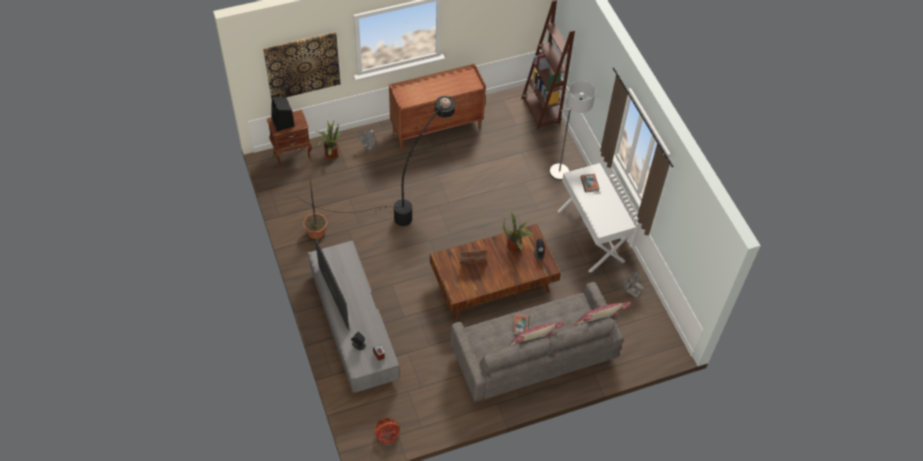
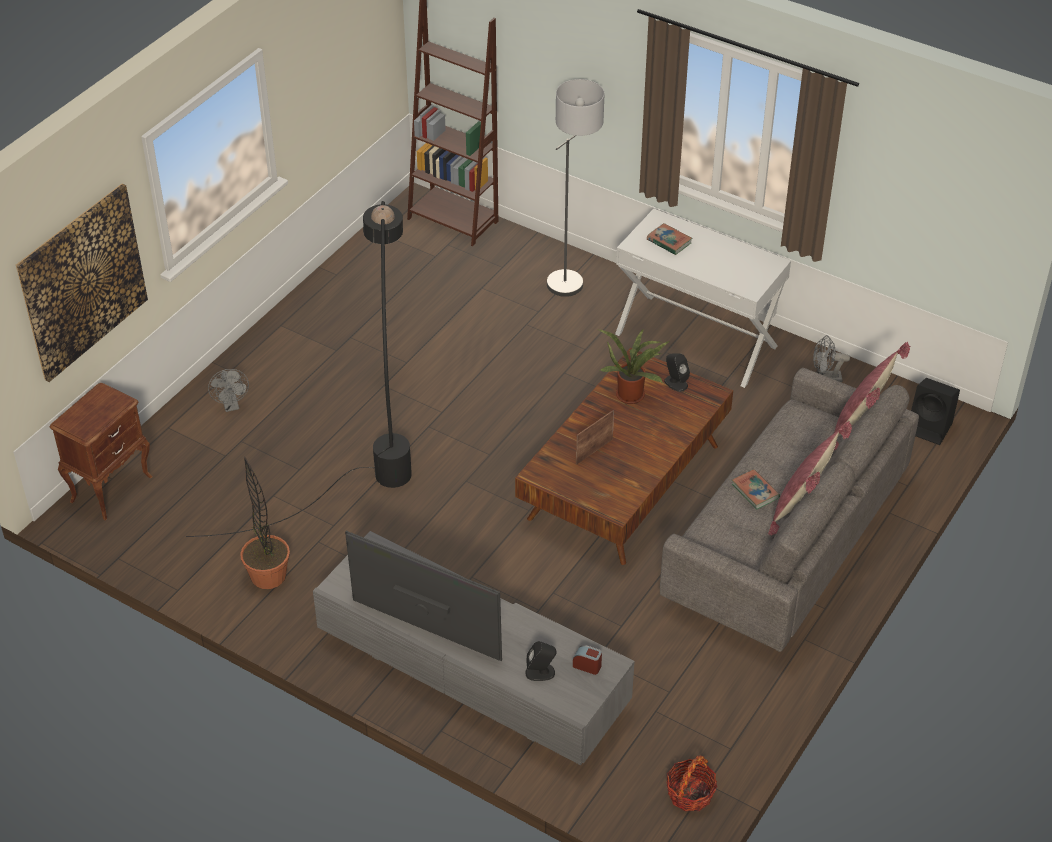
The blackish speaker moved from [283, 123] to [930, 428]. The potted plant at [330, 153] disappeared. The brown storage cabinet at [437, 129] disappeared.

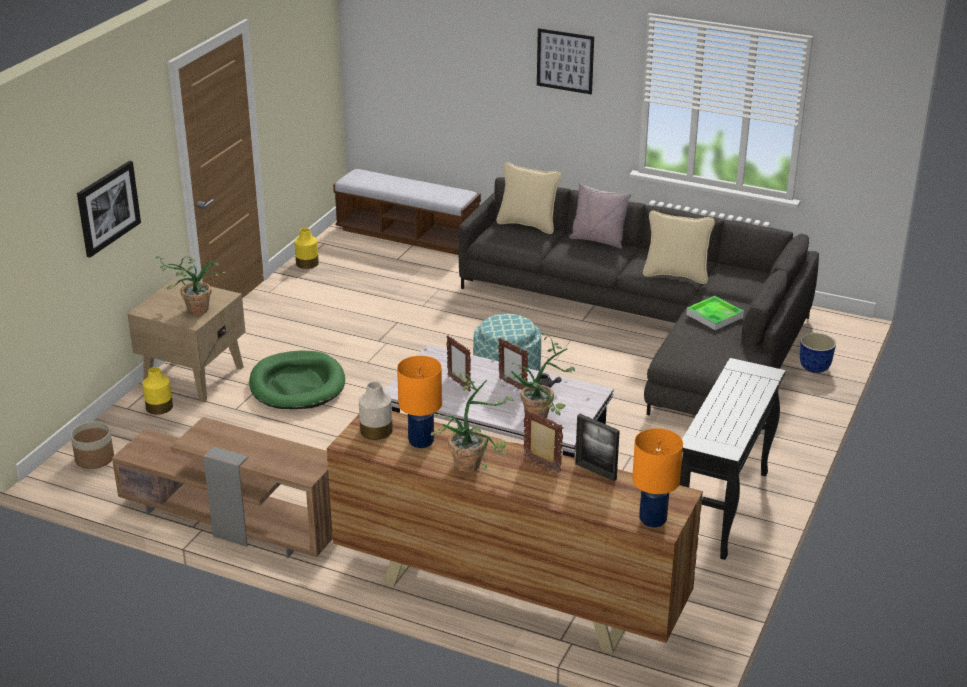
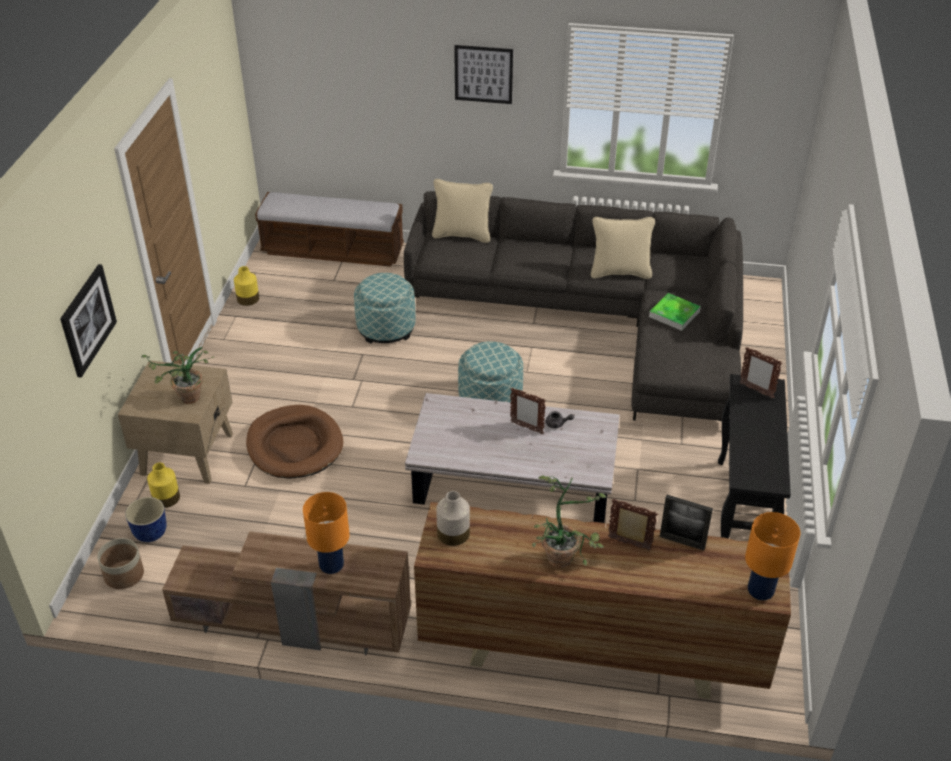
The green pet bed at [297, 385] became the brown pet bed at [295, 445]. The orange-coloured tabletop lamp moved from [421, 443] to [332, 567]. The picture frame moved from [459, 383] to [756, 390]. The potted plant at [543, 415] disappeared. The purple-coloured pillow at [598, 241] disappeared. The flower pot moved from [814, 368] to [150, 534]. The ottoman at [386, 328] appeared.

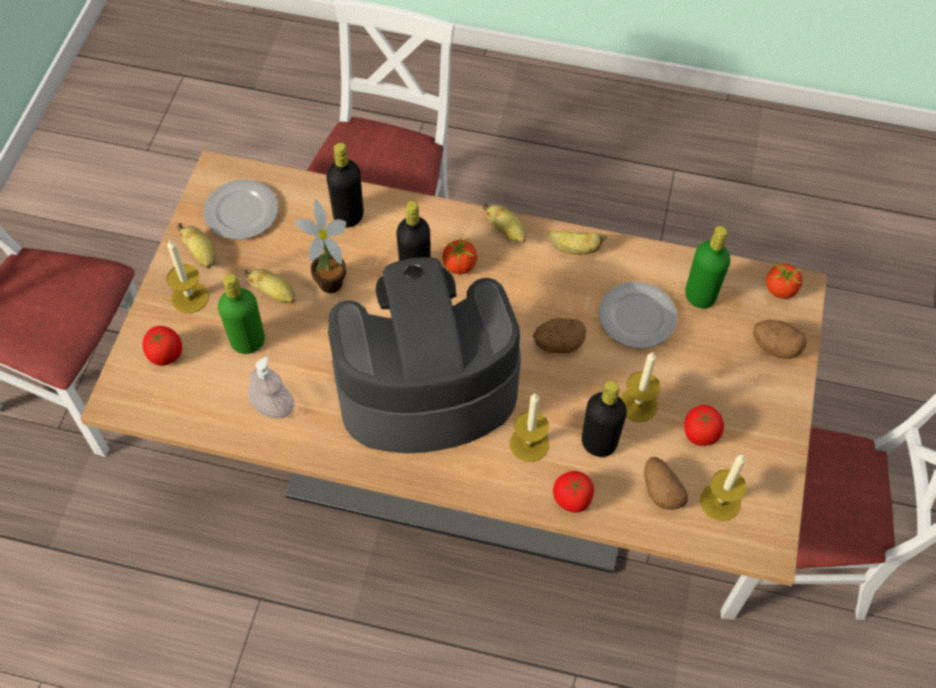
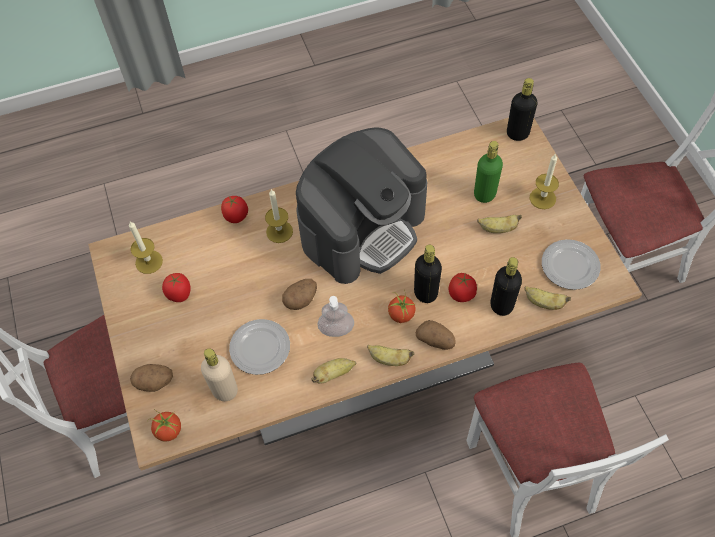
The whole tomato moved from [165, 354] to [461, 294]. The banana fruit moved from [201, 254] to [543, 303]. The soap bottle moved from [273, 407] to [336, 329]. The potted plant at [328, 287] disappeared. The blackish bottle moved from [598, 443] to [517, 133]. The candle at [638, 404] disappeared. The spud moved from [661, 490] to [435, 340]. The green bottle at [700, 296] became the beige bottle at [225, 390].

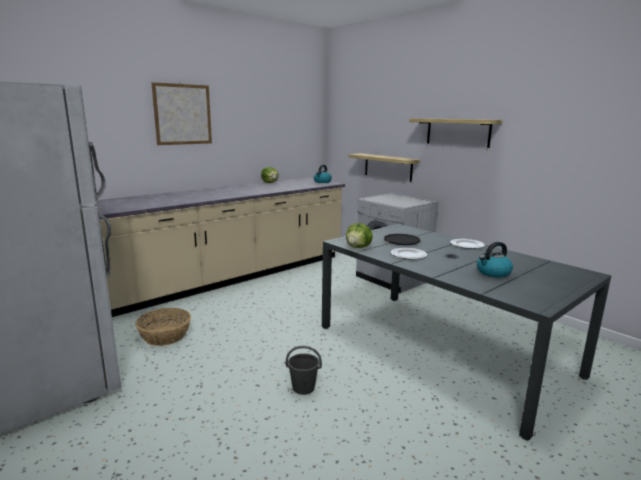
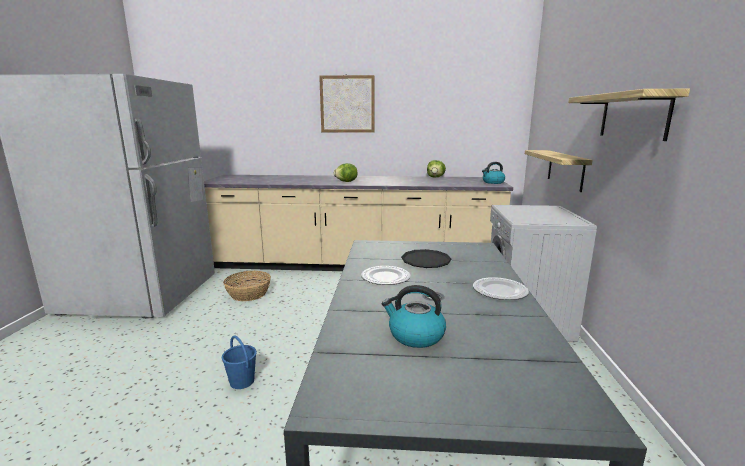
The gray water bucket at [303, 388] became the blue water bucket at [242, 381]. The head of lettuce moved from [358, 247] to [346, 182].

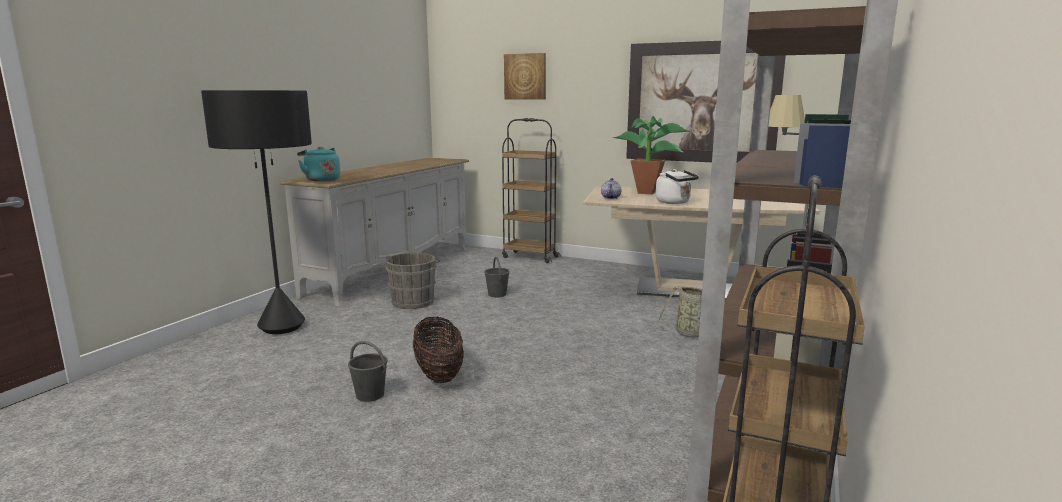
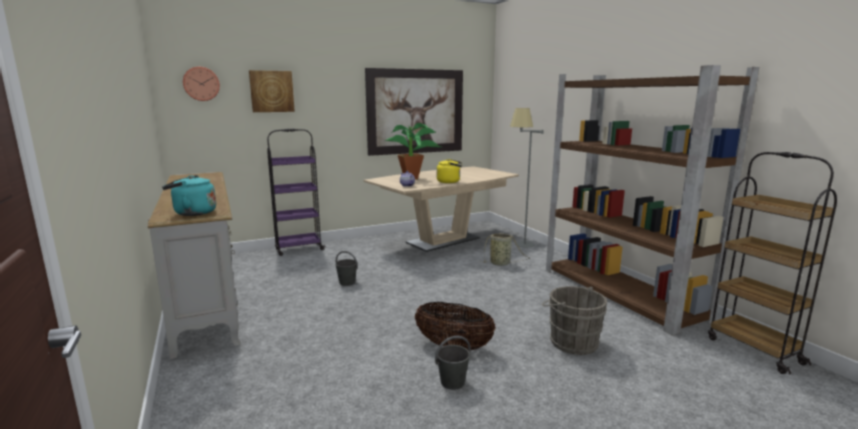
The blackish standard lamp at [282, 327] disappeared. The gray water bucket moved from [414, 301] to [571, 341]. The brown wheeled cart at [530, 257] became the purple-coloured wheeled cart at [299, 250]. The whitish tea kettle at [674, 202] became the yellow-coloured tea kettle at [450, 182]. The wall clock at [201, 84] appeared.

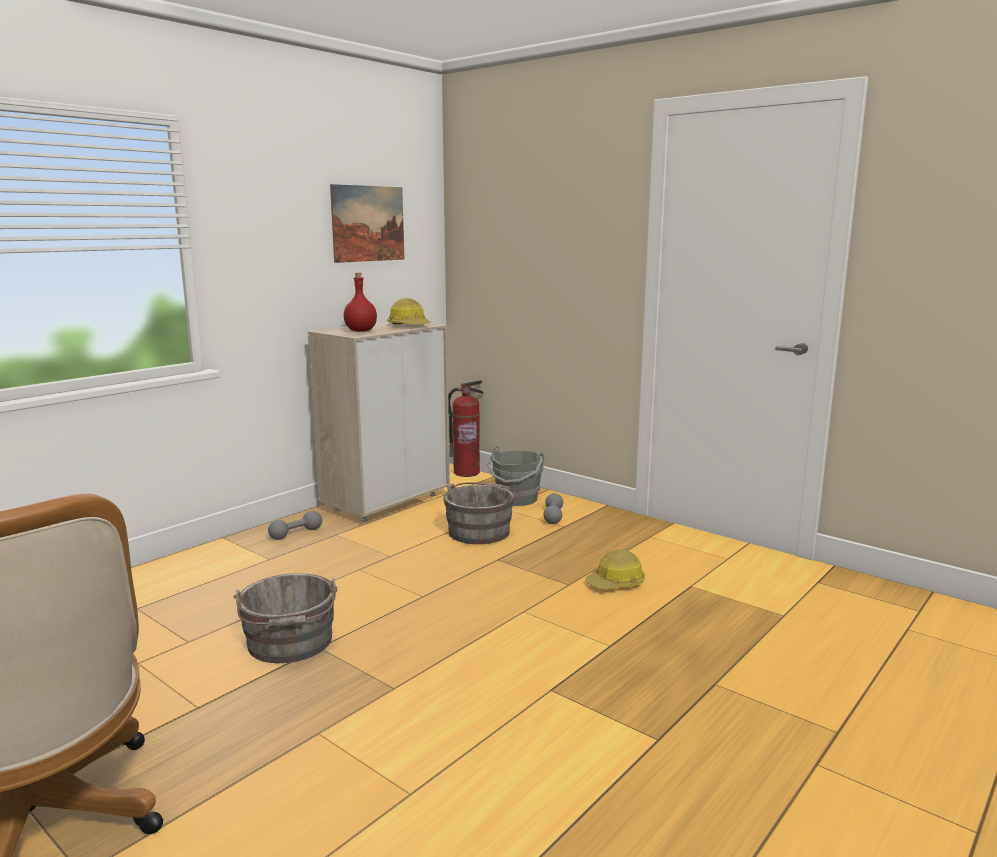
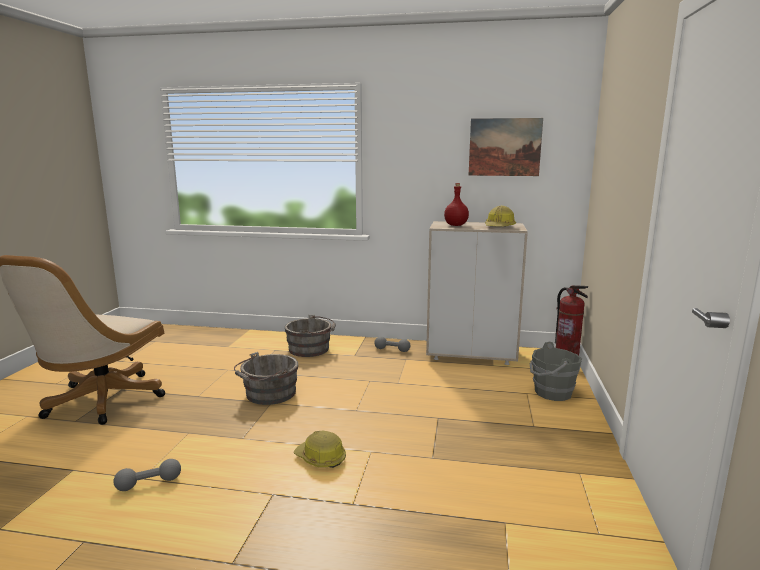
The gray water bucket moved from [481, 531] to [311, 349]. The gray free weight moved from [553, 516] to [149, 483]. The hard hat moved from [616, 583] to [321, 458].

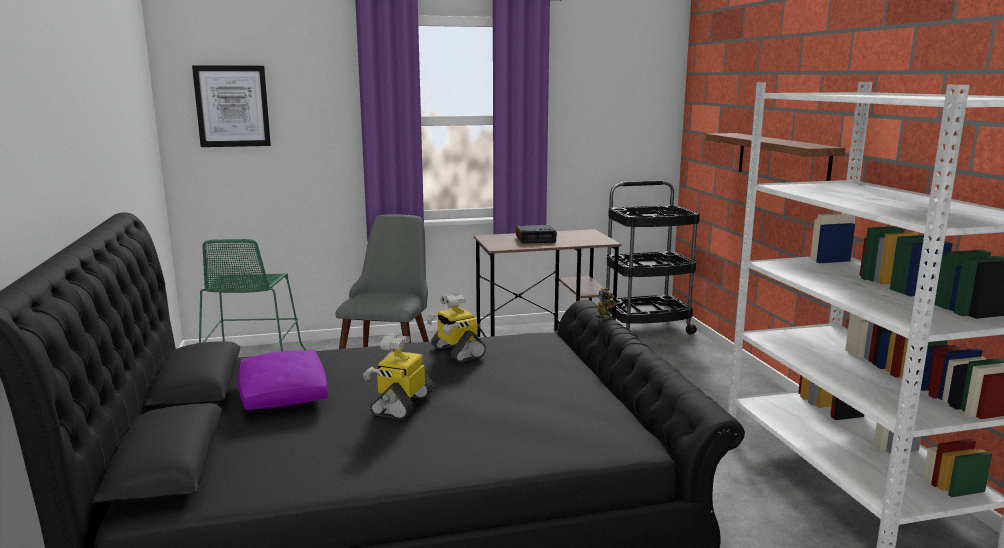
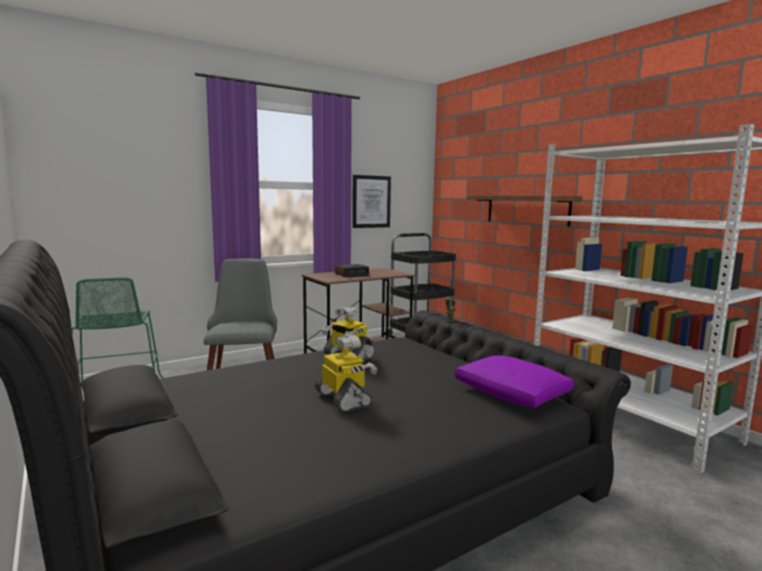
The wall art moved from [232, 106] to [371, 201]. The purple-coloured pillow moved from [284, 394] to [512, 394]. The toy robot at [401, 404] turned 150 degrees clockwise.

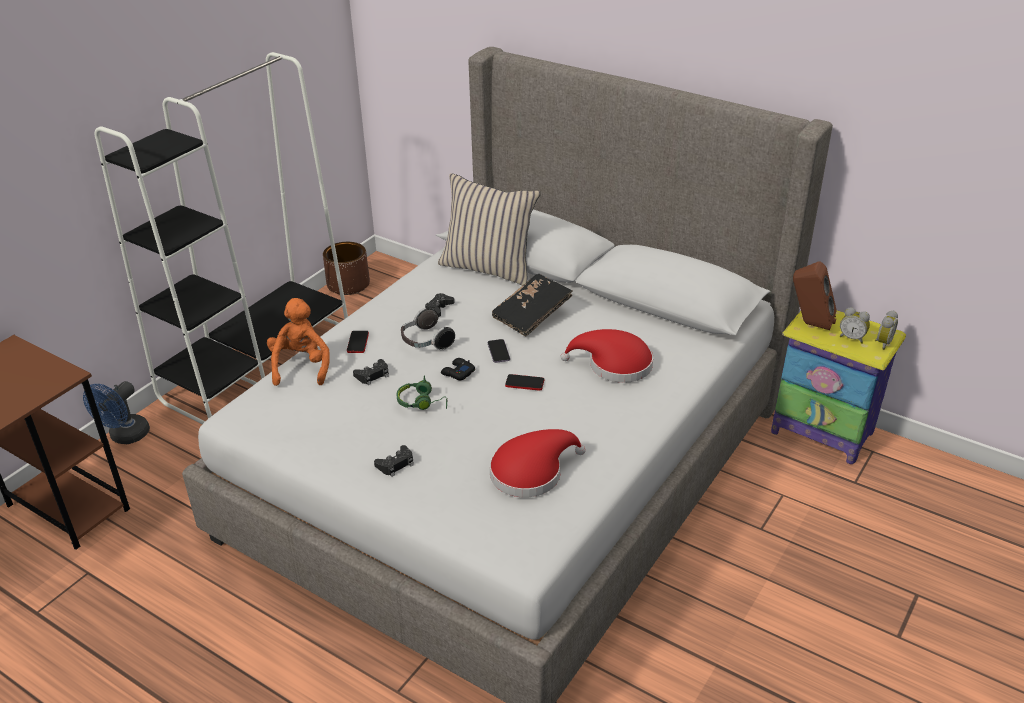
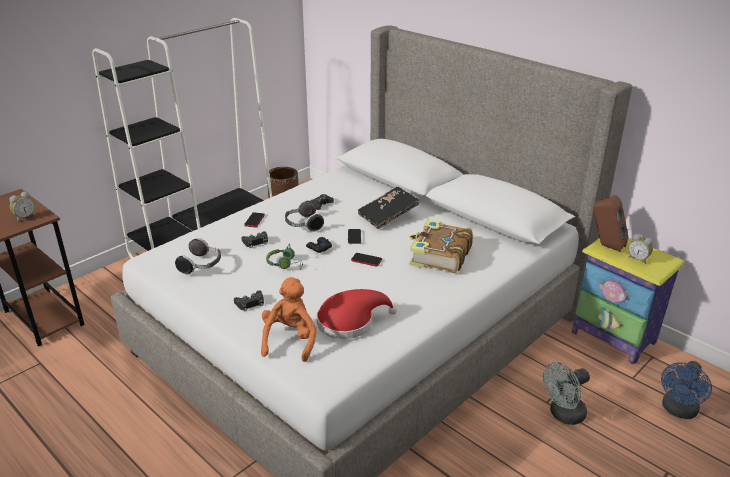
The blue cooling fan moved from [125, 437] to [678, 411]. The orange-coloured cuddly toy moved from [301, 366] to [290, 340]. The beige pillow at [489, 268] disappeared. The red-coloured clothing hat at [614, 365] was replaced by the volume at [439, 256]. The alarm clock moved from [882, 343] to [25, 217]. The headphones at [201, 266] appeared. The gray cooling fan at [563, 415] appeared.

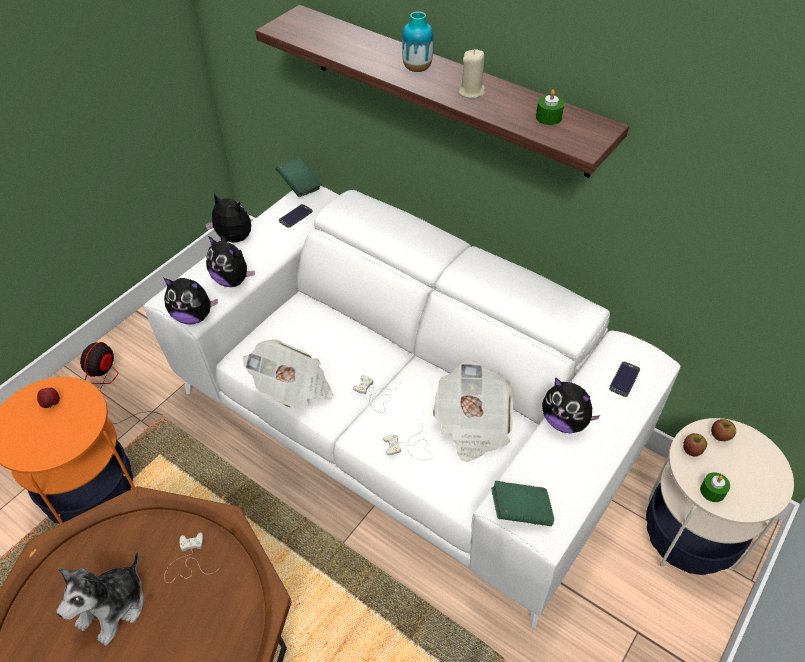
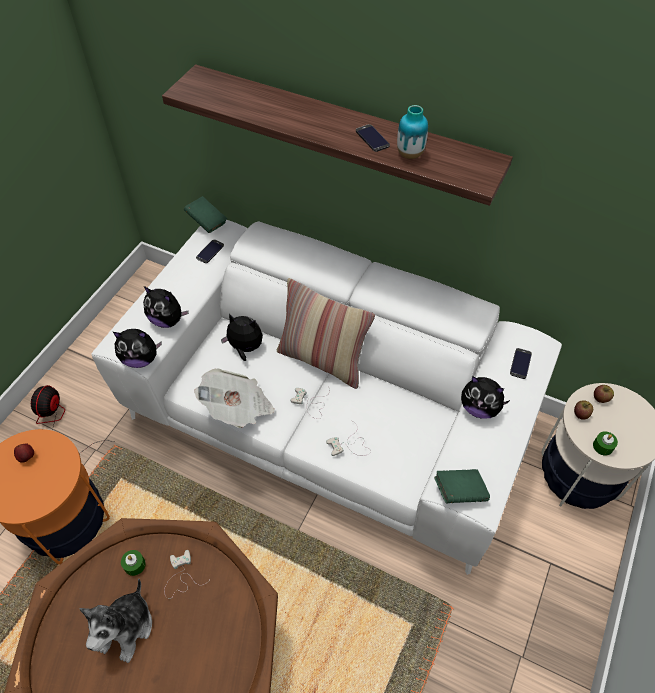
The cuddly toy moved from [233, 240] to [245, 348]. The decorative vase moved from [417, 68] to [410, 154]. The printed paper at [472, 425] disappeared. The beige candle at [471, 92] was replaced by the phone at [372, 138]. The green candle moved from [548, 117] to [134, 565]. The pillow at [322, 360] appeared.

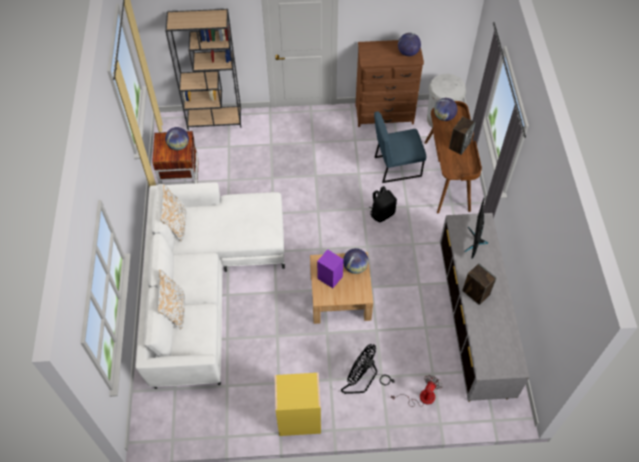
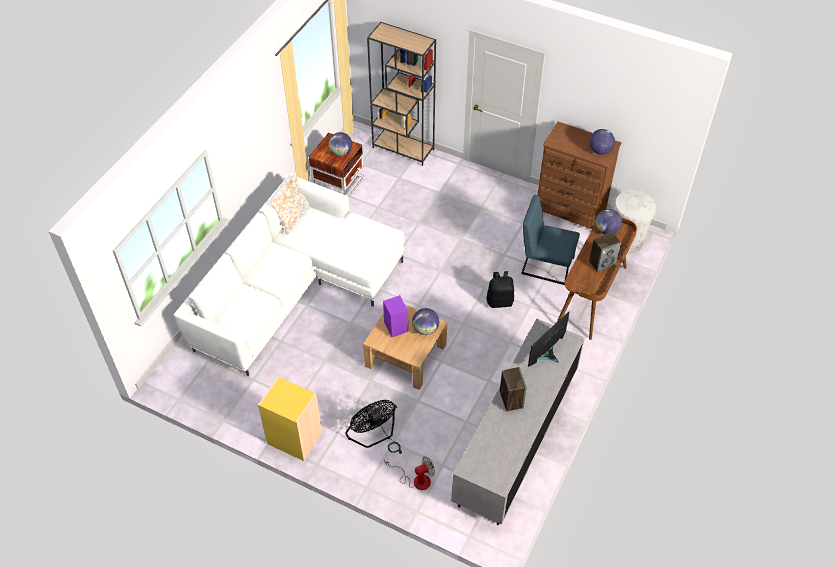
The whitish pillow at [175, 310] disappeared.

